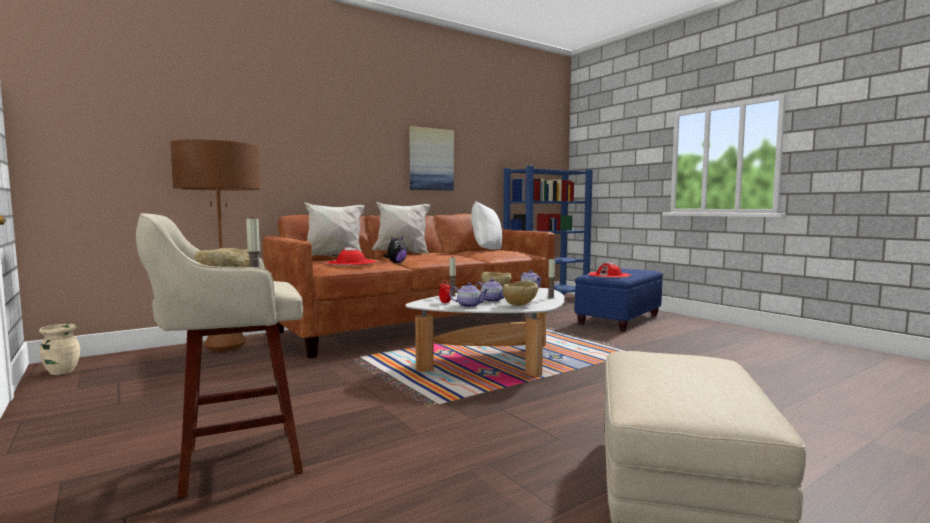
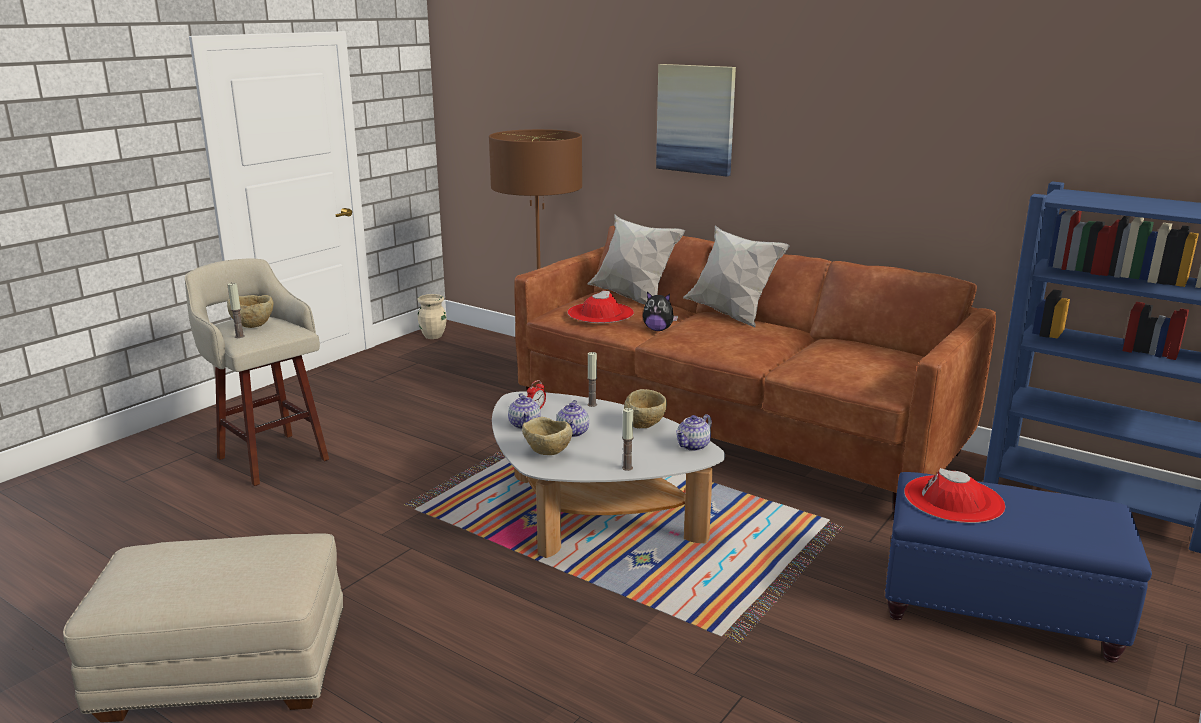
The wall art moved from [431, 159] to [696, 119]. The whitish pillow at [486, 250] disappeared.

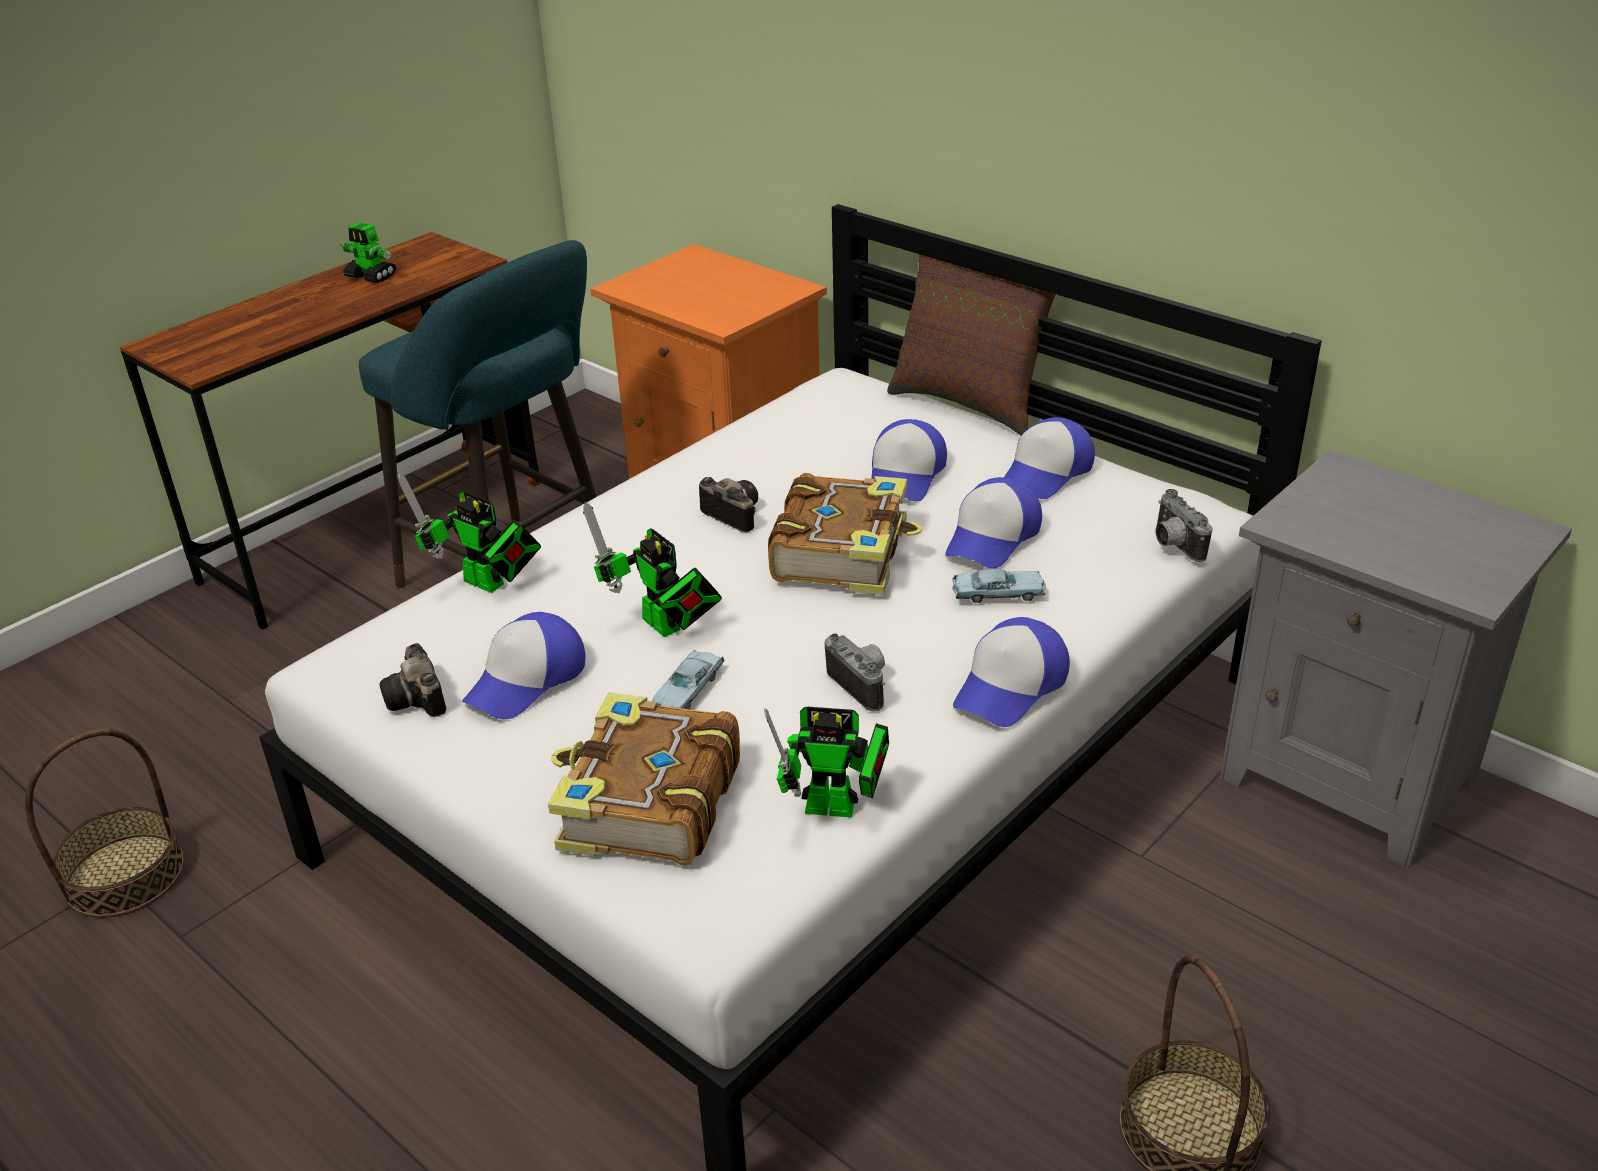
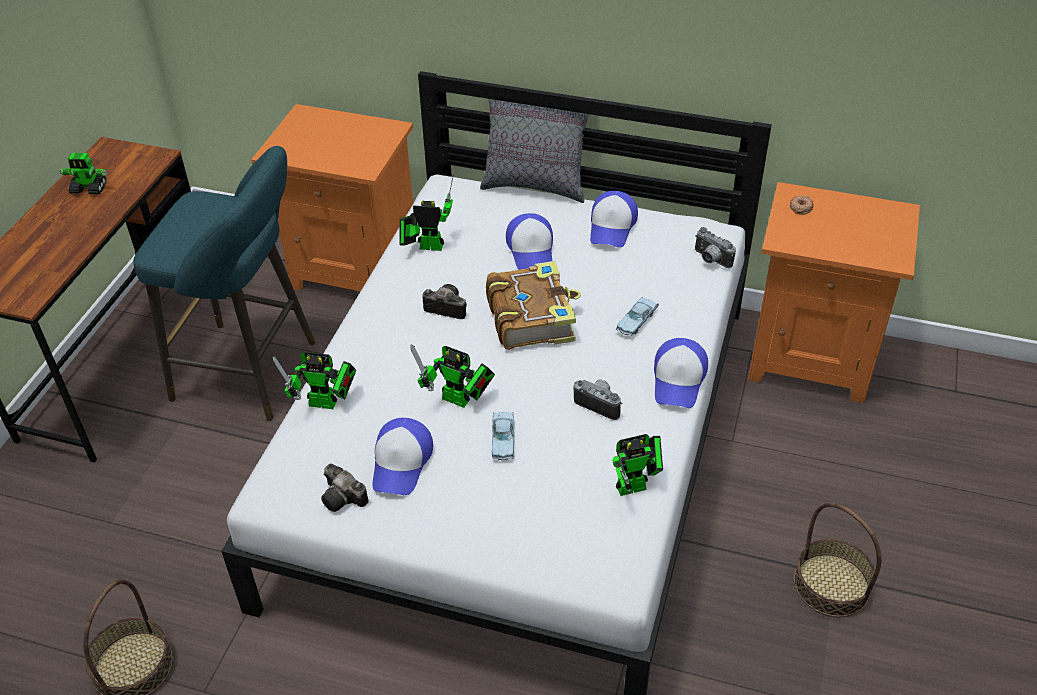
The volume at [647, 804] disappeared. The brown pillow at [968, 405] became the gray pillow at [535, 186]. The baseball cap at [992, 538] disappeared. The blue toy car at [998, 593] turned 150 degrees clockwise. The gray nightstand at [1348, 782] became the orange-coloured nightstand at [812, 361]. The toy robot at [427, 246] appeared. The doughnut at [800, 207] appeared.

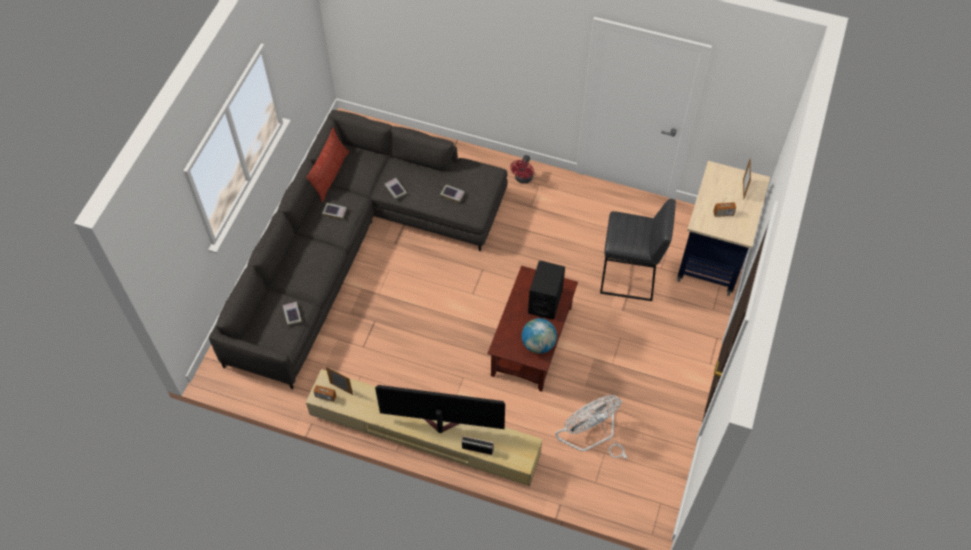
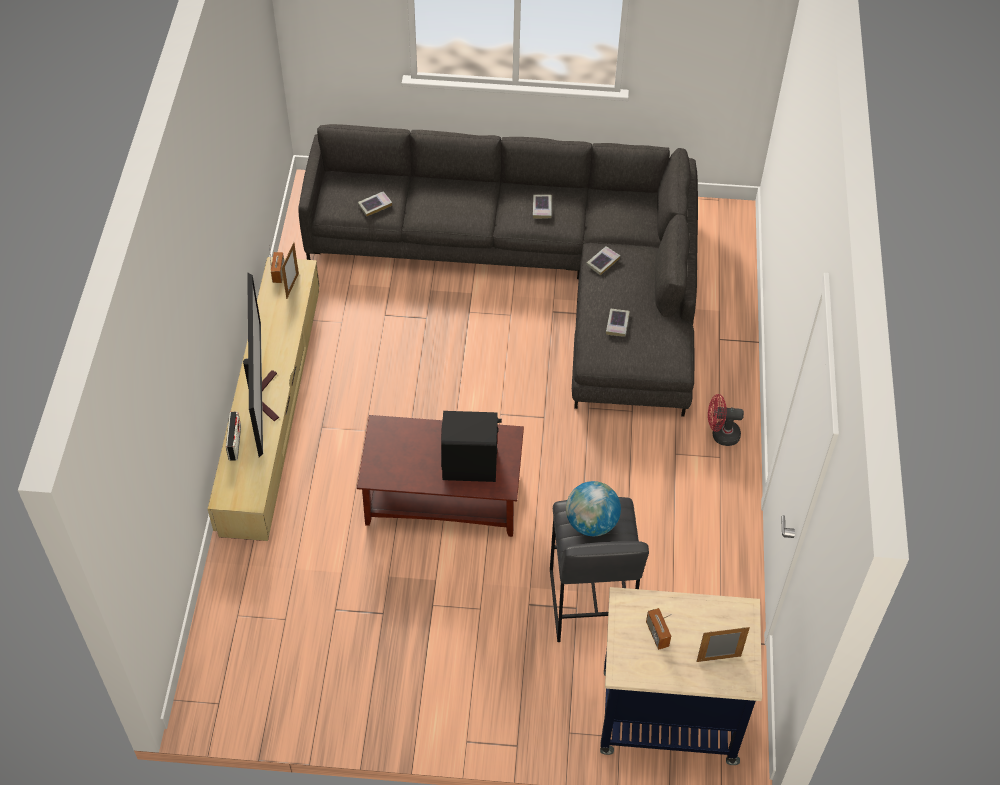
The pillow at [331, 175] disappeared. The desk globe moved from [538, 344] to [591, 523]. The whitish cooling fan at [594, 435] disappeared.

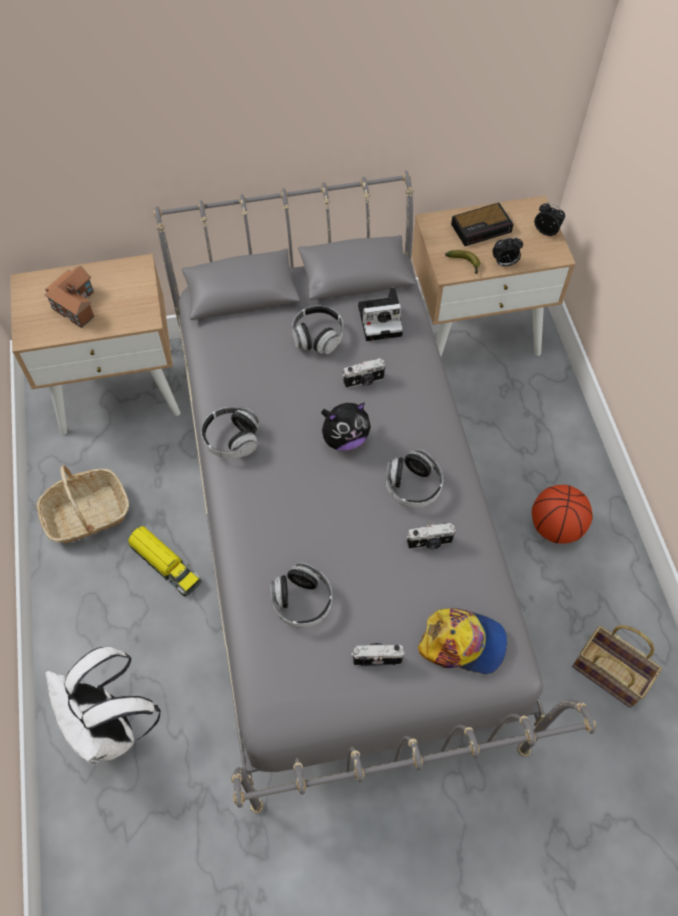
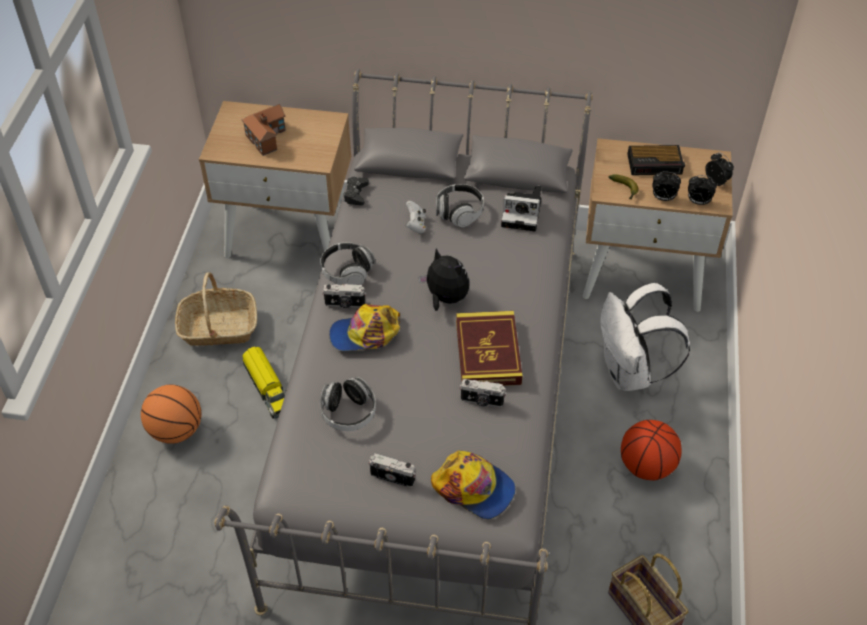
The whitish knapsack moved from [112, 727] to [630, 373]. The cuddly toy at [344, 438] turned 135 degrees counterclockwise. The still camera moved from [364, 381] to [345, 304]. The headphones at [413, 486] was replaced by the volume at [488, 352]. The basketball ball at [176, 430] appeared. The baseball cap at [365, 334] appeared. The blackish game controller at [356, 194] appeared. The whitish game controller at [416, 225] appeared. The alarm clock at [698, 202] appeared.

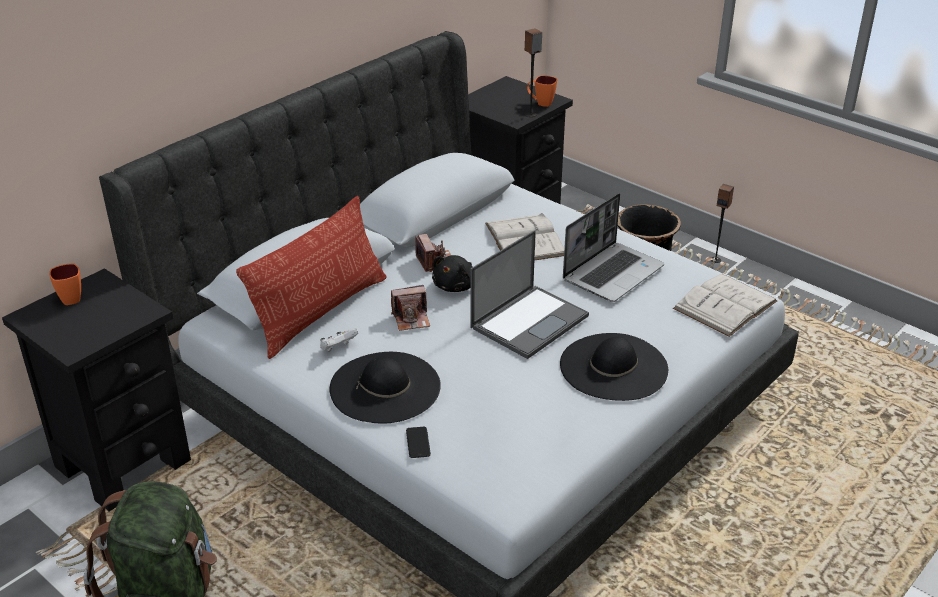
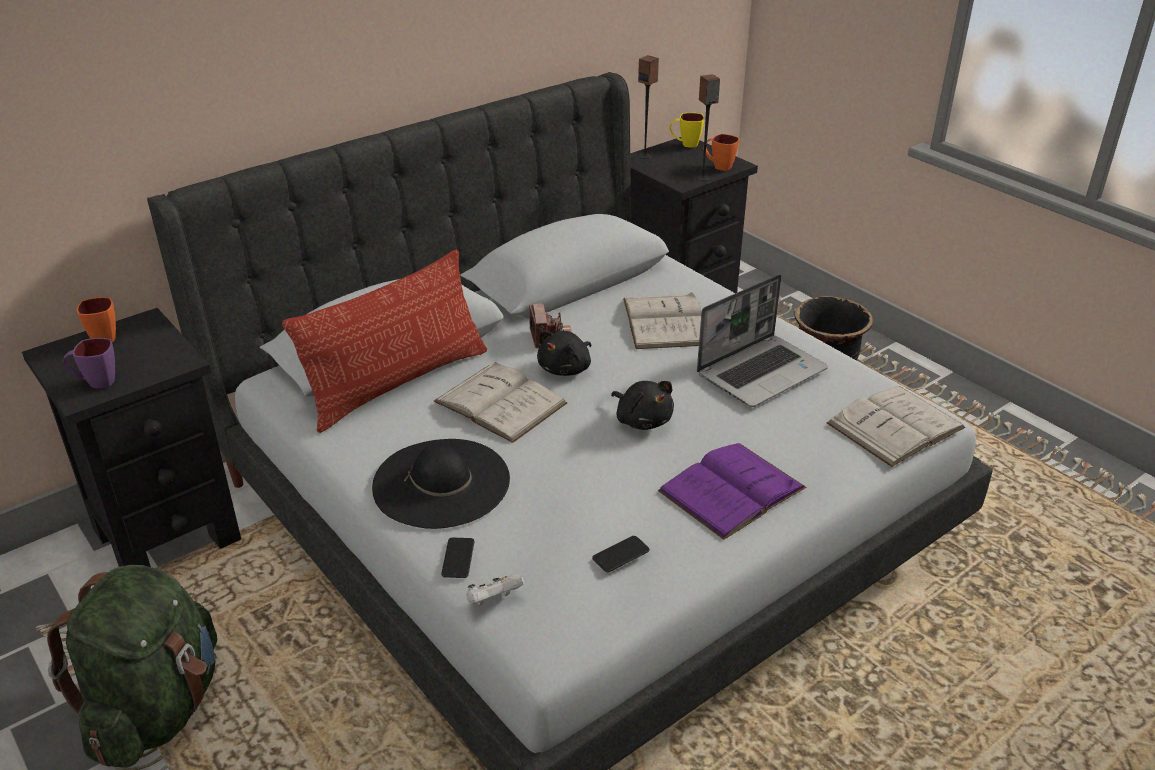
The whitish game controller moved from [338, 348] to [493, 601]. The still camera at [411, 319] was replaced by the whitish volume at [500, 402]. The laptop at [530, 321] was replaced by the blackish cuddly toy at [642, 420]. The blackish clothing hat at [613, 367] was replaced by the purple-coloured volume at [732, 489]. The speaker moved from [715, 260] to [645, 156]. The purple-coloured coffee mug at [96, 383] appeared. The phone at [621, 554] appeared. The yellow-coloured coffee mug at [685, 144] appeared.

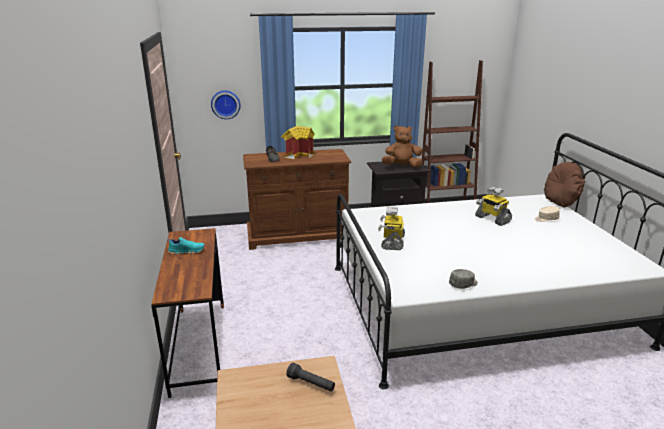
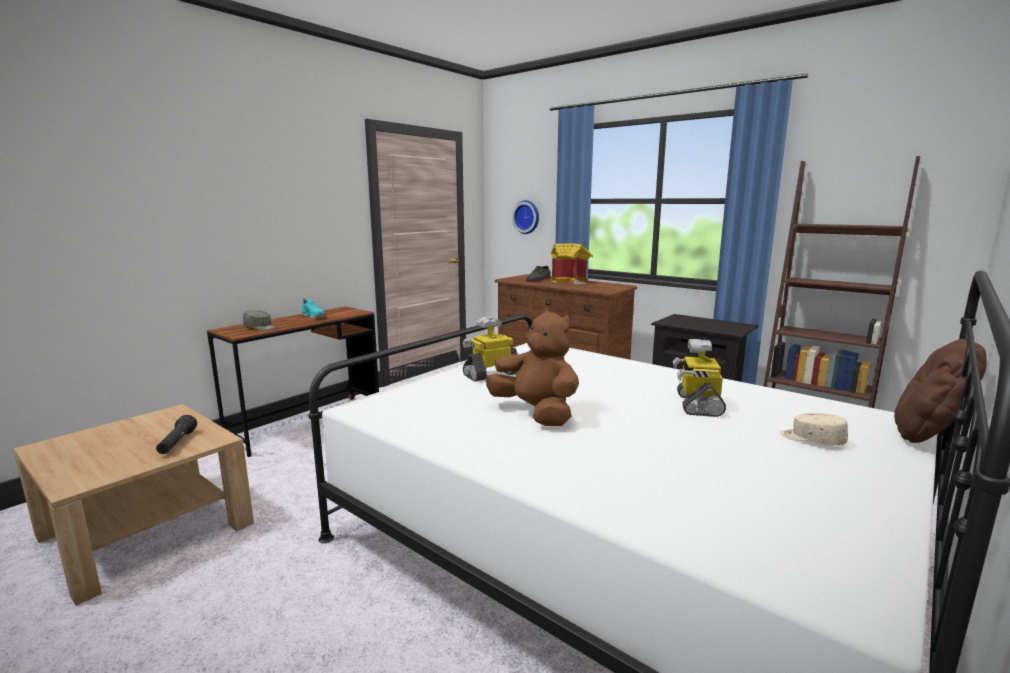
The brown cuddly toy moved from [401, 166] to [536, 413]. The gray baseball cap moved from [463, 284] to [260, 327].

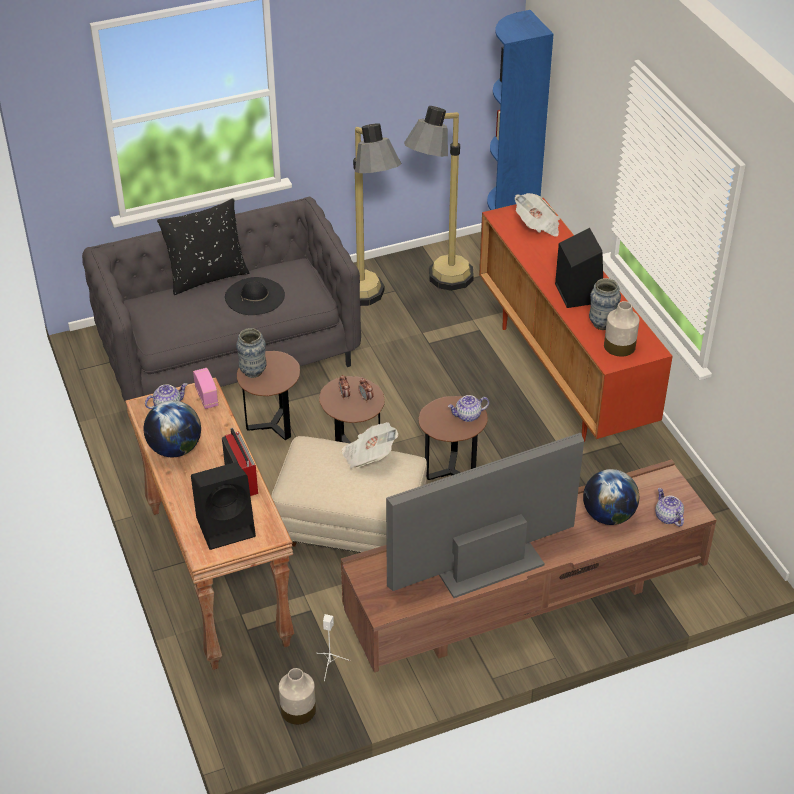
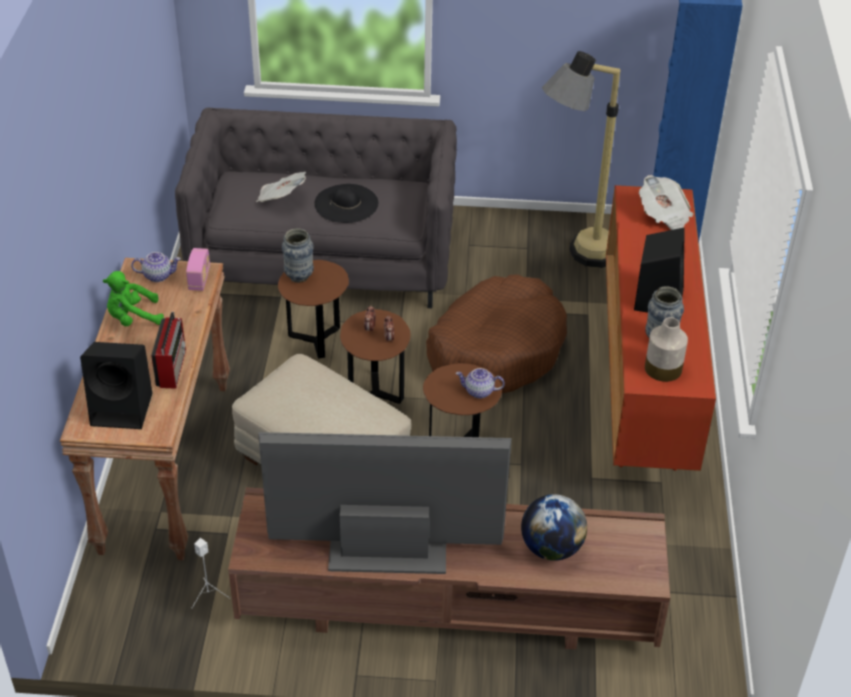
The desk globe at [175, 449] was replaced by the green cuddly toy at [133, 318]. The blackish pillow at [207, 276] disappeared. The beige decorative vase at [298, 709] disappeared. The printed paper moved from [368, 456] to [281, 198]. The standard lamp at [369, 304] disappeared. The tea pot at [667, 517] disappeared. The brown pet bed at [496, 350] appeared.

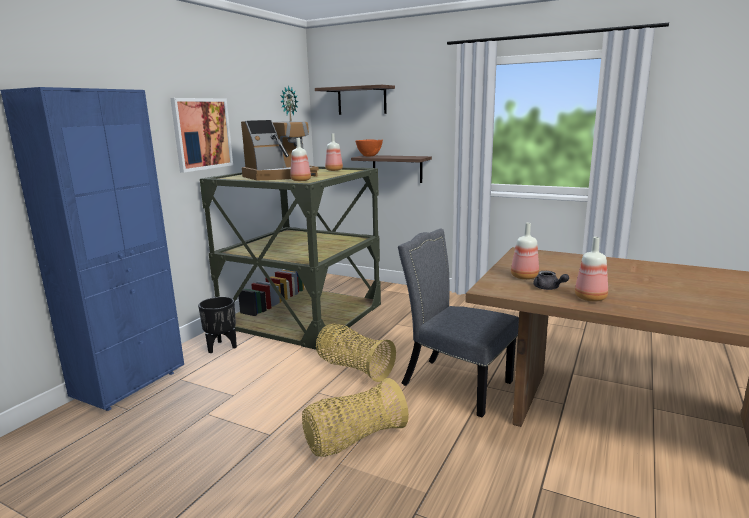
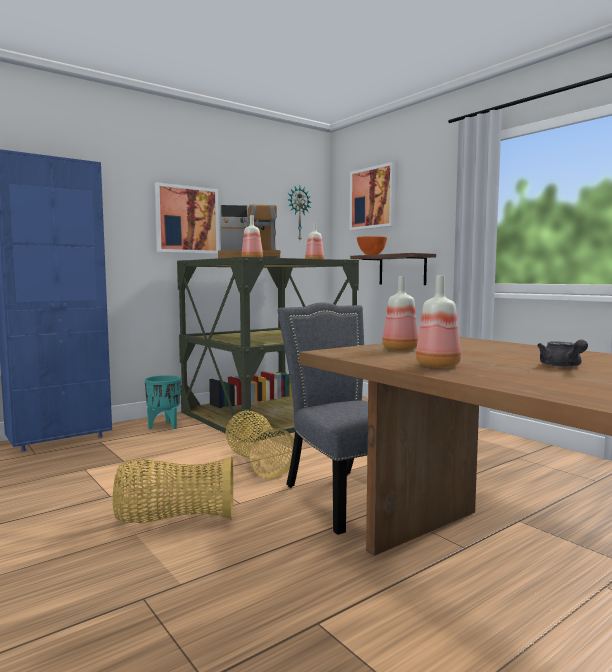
The blackish flower pot at [221, 347] became the turquoise flower pot at [164, 426]. The wall shelf at [362, 100] was replaced by the wall art at [372, 198]. The gray tea pot moved from [548, 288] to [562, 366].

